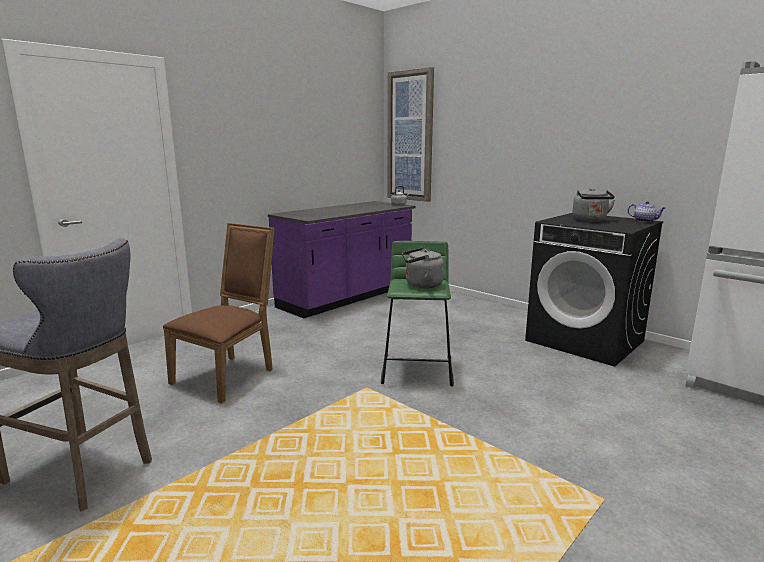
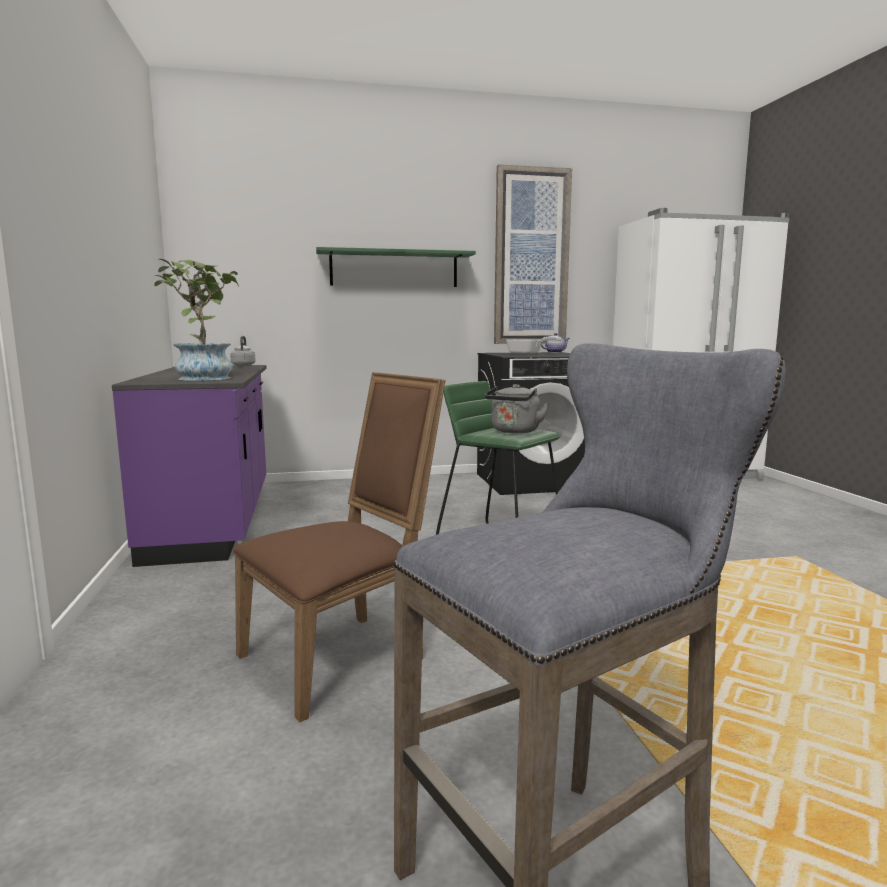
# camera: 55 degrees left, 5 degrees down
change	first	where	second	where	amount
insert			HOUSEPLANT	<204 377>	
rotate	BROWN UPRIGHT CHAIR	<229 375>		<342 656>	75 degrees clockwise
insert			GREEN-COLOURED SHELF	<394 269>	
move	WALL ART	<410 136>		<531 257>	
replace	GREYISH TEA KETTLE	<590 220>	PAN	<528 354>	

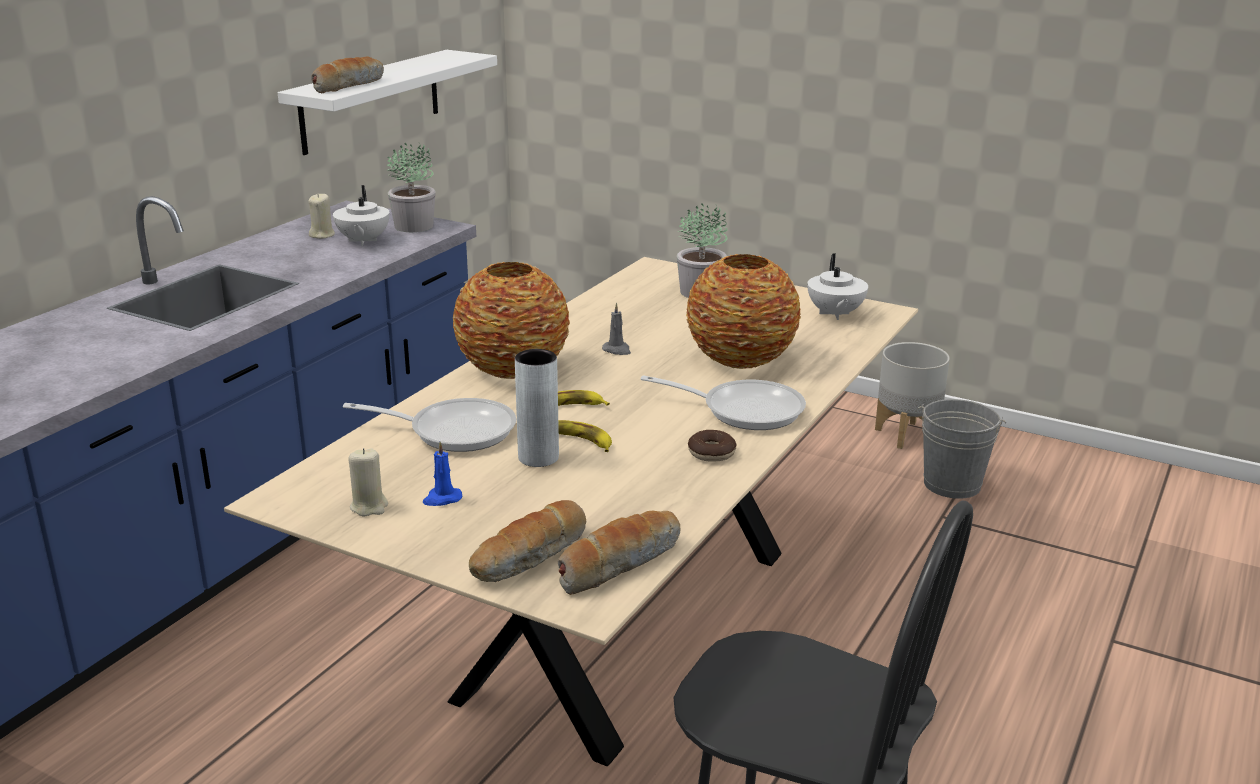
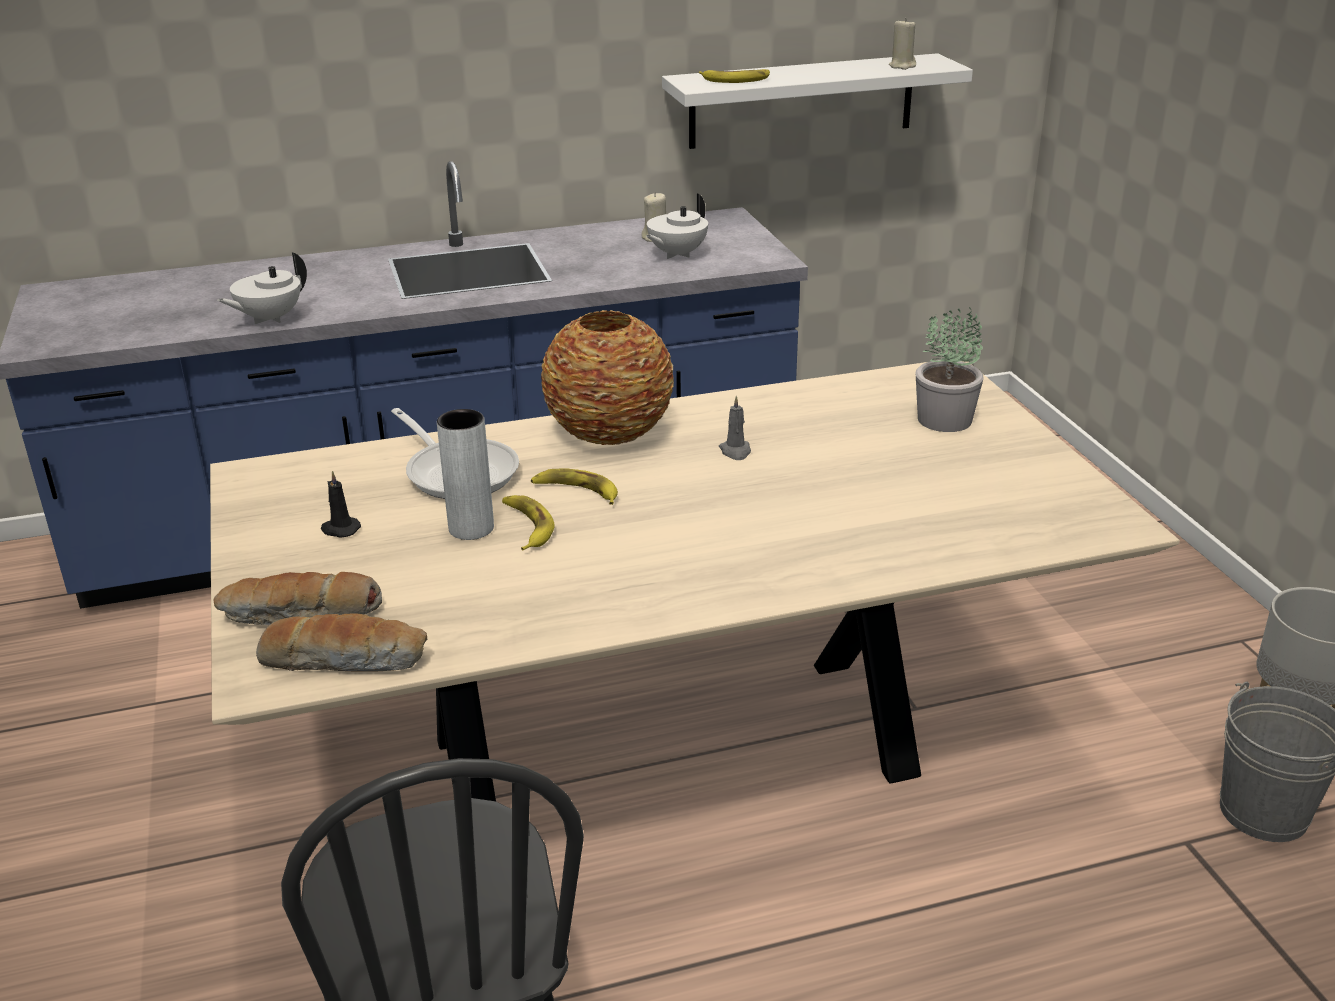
# camera: 45 degrees right, 5 degrees up
change	first	where	second	where	amount
move	WHITE-COLOURED TEAPOT	<834 314>		<269 318>	
recolor	BLUE-COLOURED CANDLE	<442 499>	BLACK CANDLE	<340 529>	
replace	BAKERY BREAD	<348 85>	BANANA	<736 80>	
move	BEIGE-COLOURED CANDLE	<369 506>		<902 66>	
delete	HOUSEPLANT	<414 226>			
delete	PAN	<744 410>			
delete	FLOWER VASE	<740 359>			
delete	RING DOUGHNUT	<711 453>			

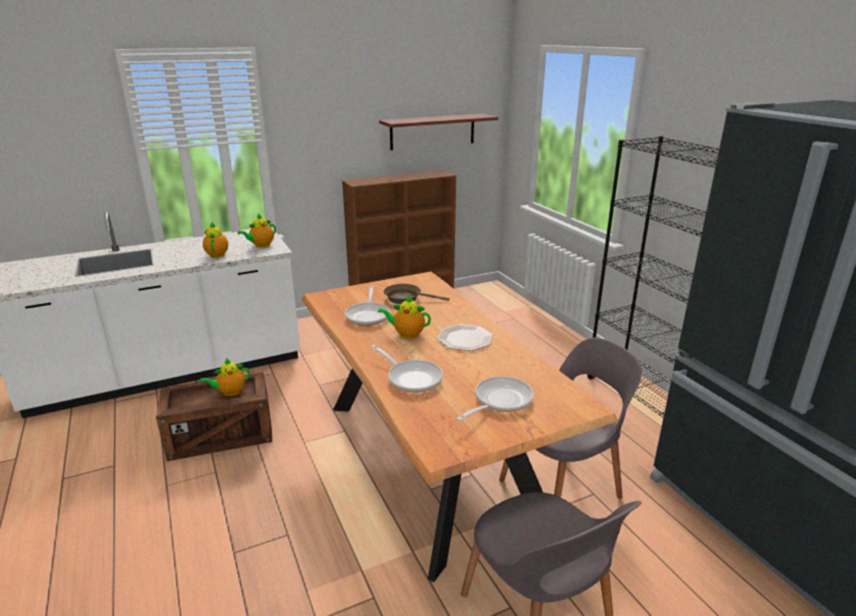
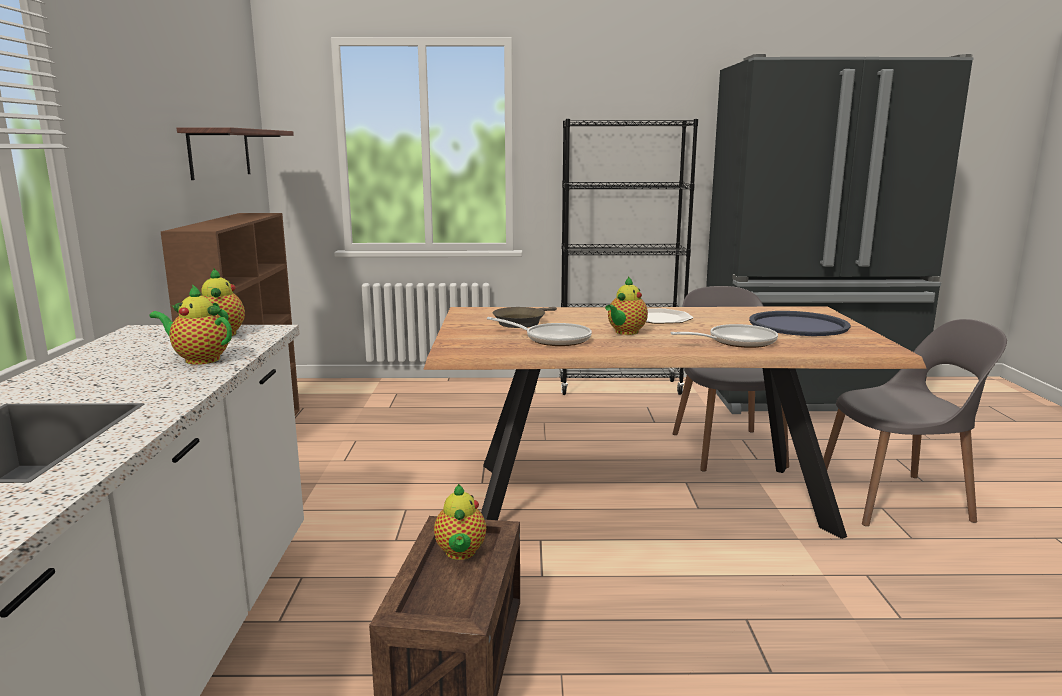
# camera: 65 degrees left, 10 degrees down
change	first	where	second	where	amount
replace	PAN	<499 401>	BLUE-COLOURED TRAY	<798 325>	

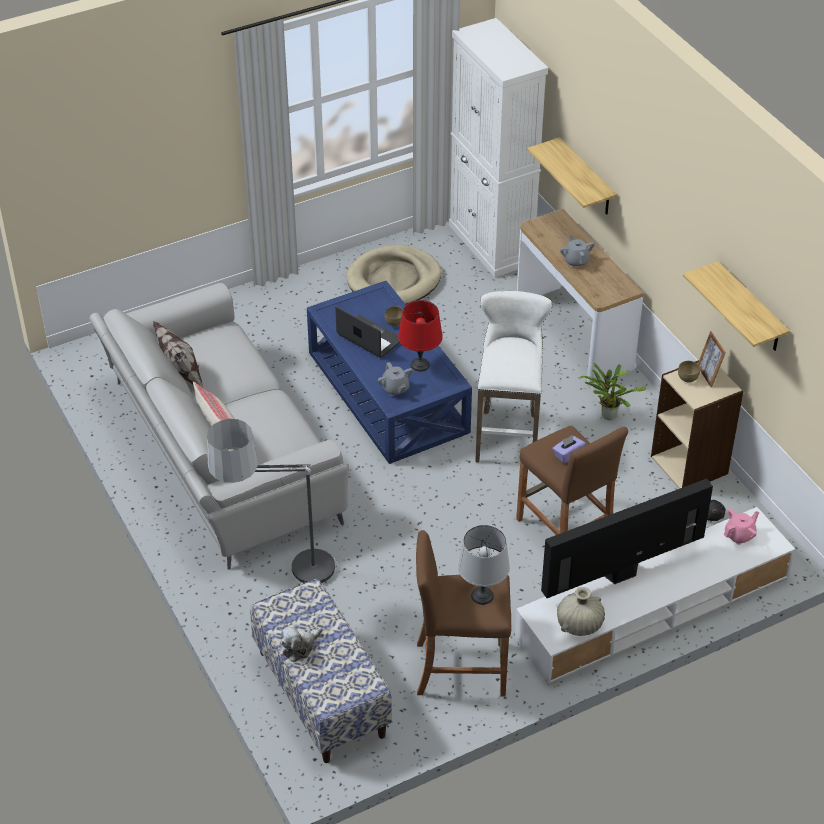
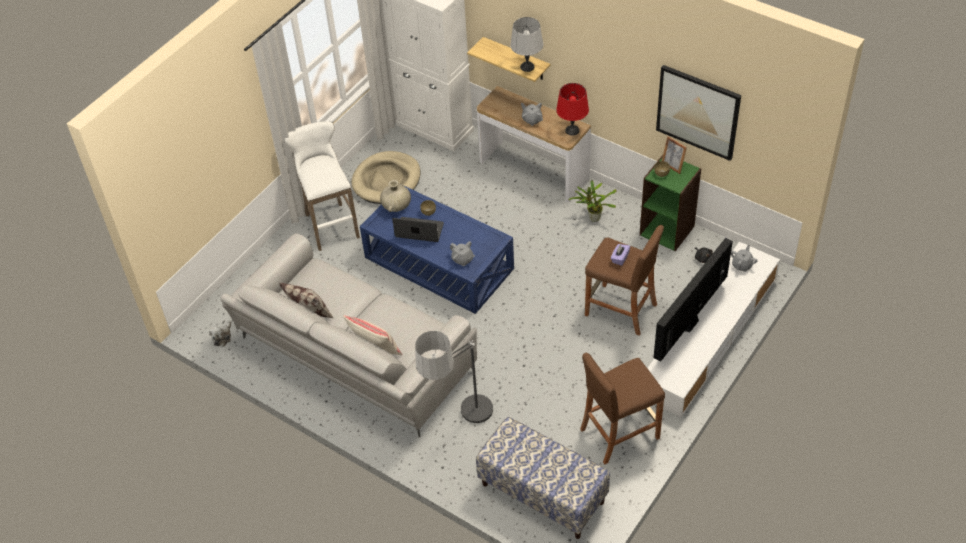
# camera: 25 degrees left, 5 degrees up
change	first	where	second	where	amount
move	PLUSH TOY	<300 647>		<222 337>	
move	WHITE-COLOURED SITTING STOOL	<507 434>		<330 224>	
move	BEIGE-COLOURED FLOWER VASE	<579 624>		<396 205>	
move	GREYISH TABLE LAMP	<481 595>		<527 67>	
move	RED-COLOURED TABLE LAMP	<420 365>		<572 130>	
recolor	BEIGE-COLOURED SHELVING UNIT	<690 465>	GREEN-COLOURED SHELVING UNIT	<667 230>	
replace	SHELF	<750 308>	WALL ART	<698 112>	
recolor	PINK-COLOURED TEAPOT	<739 535>	GREYISH TEAPOT	<742 265>	

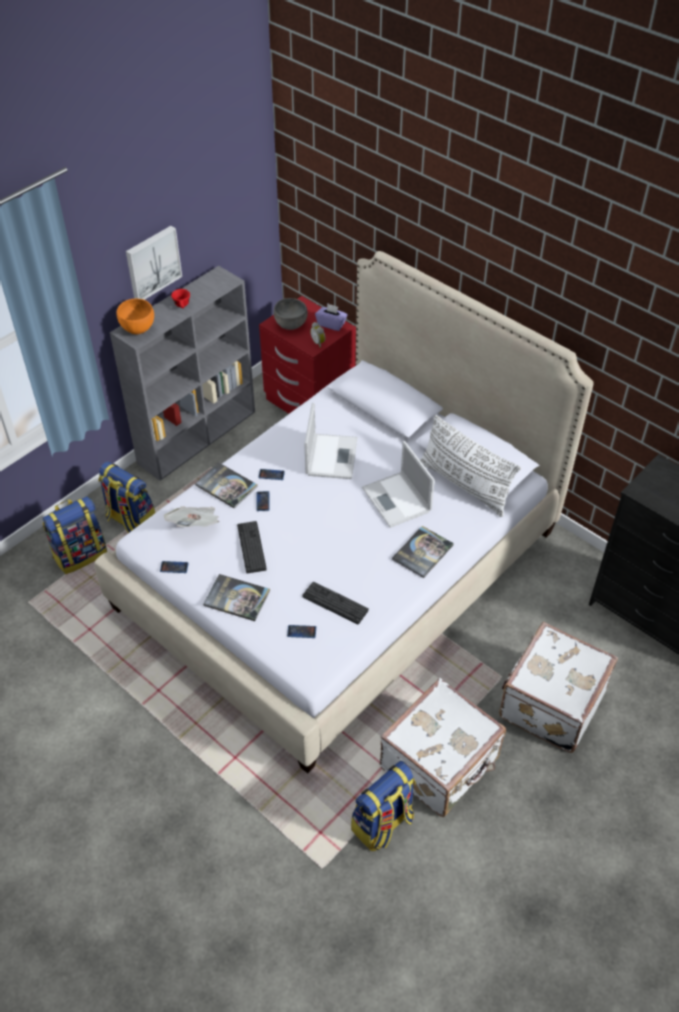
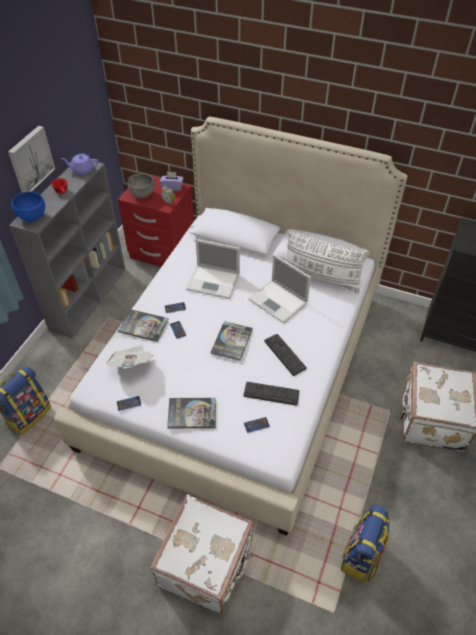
# camera: 20 degrees left, 0 degrees up
change	first	where	second	where	amount
recolor	ORANGEY BOWL	<138 329>	BLUE-COLOURED BOWL	<32 217>	
insert			PURPLE TEAPOT	<82 170>	
move	WHITE-COLOURED TRAVEL CASE	<441 764>		<207 564>	
rotate	PORTABLE COMPUTER	<331 456>		<214 281>	120 degrees clockwise
move	BOOK	<422 552>		<232 341>	
move	PC KEYBOARD	<251 547>		<285 354>	
delete	KNAPSACK	<130 520>			

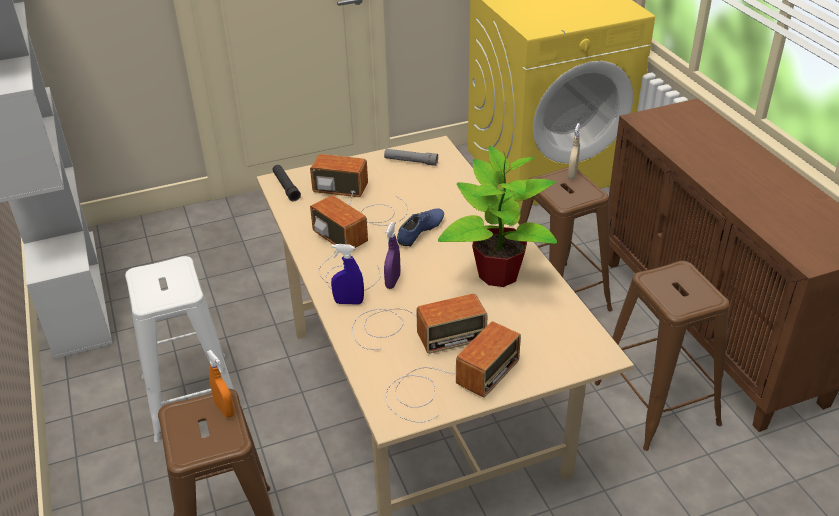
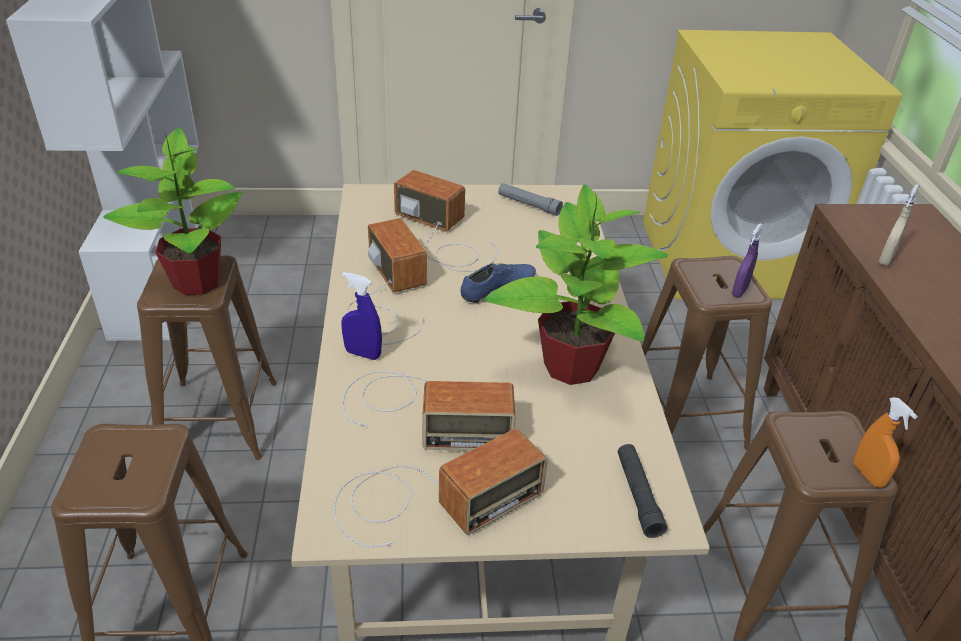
# camera: 15 degrees right, 0 degrees up
change	first	where	second	where	amount
insert			HOUSEPLANT	<196 281>	
recolor	WHITE-COLOURED SITTING STOOL	<191 397>	BROWN SITTING STOOL	<218 420>	
move	BLACK FLASHLIGHT	<286 187>		<638 495>	
move	PURPLE HAND SPRAYER	<393 282>		<739 291>	
move	ORANGEY HAND SPRAYER	<225 409>		<868 475>	
move	BEIGE-COLOURED HAND SPRAYER	<572 174>		<885 260>	

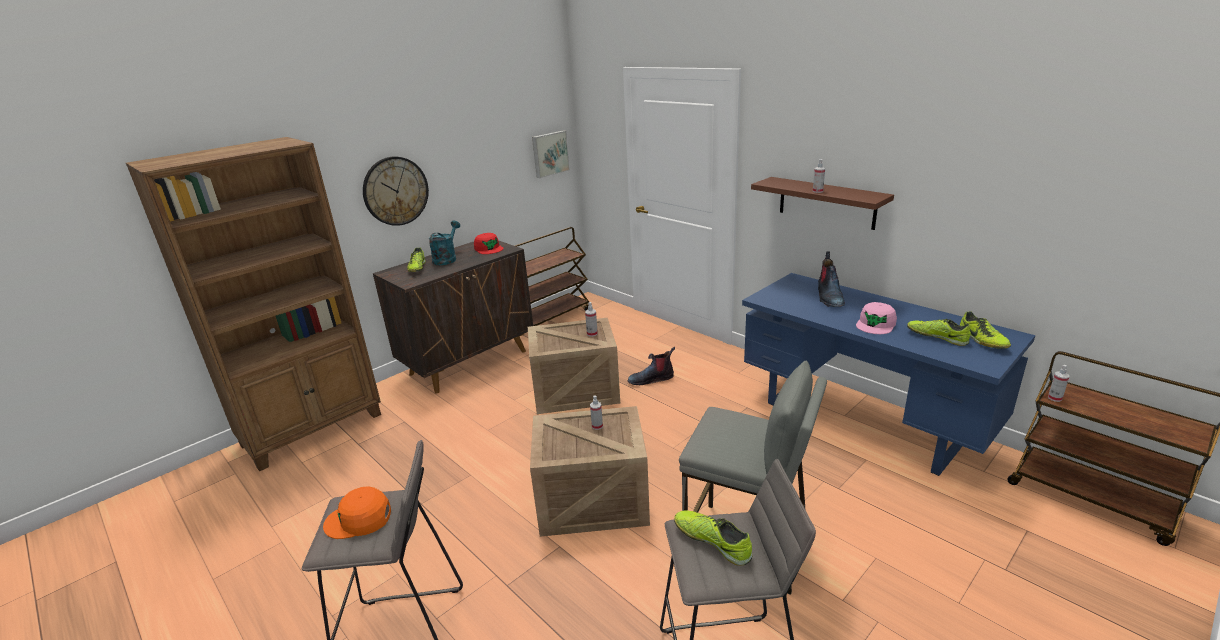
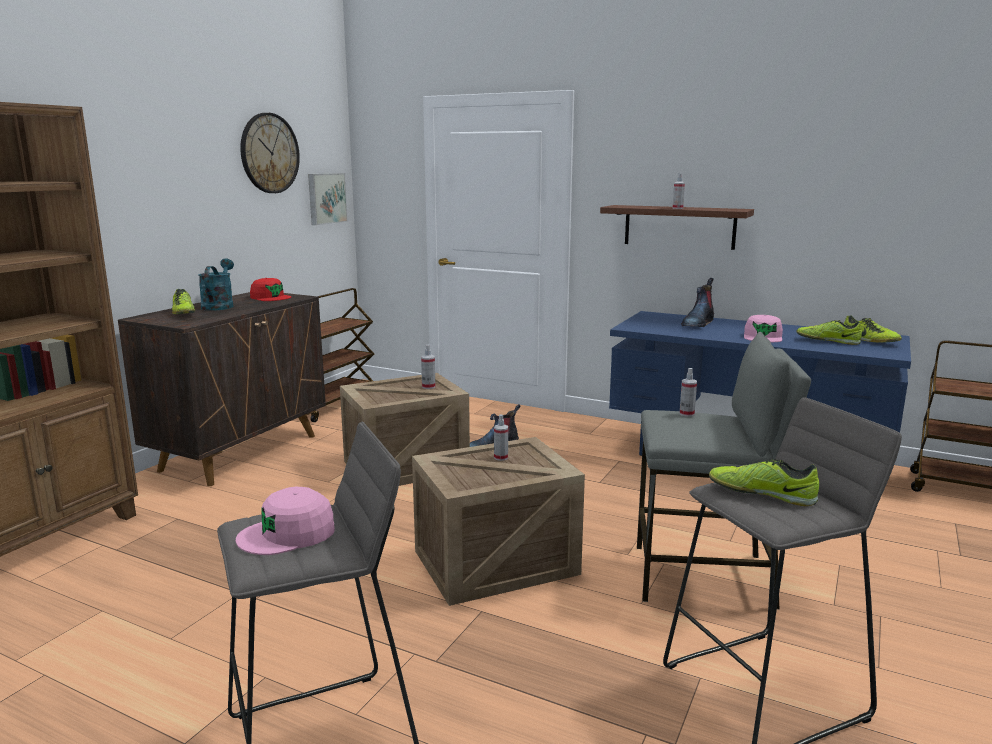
# camera: 20 degrees left, 10 degrees down
change	first	where	second	where	amount
recolor	ORANGEY PEAKED CAP	<359 519>	PINK-COLOURED PEAKED CAP	<288 534>	
move	CLOCK ON THE WALL	<395 191>		<269 153>	
move	HAND SPRAYER	<1054 398>		<686 414>	
rotate	BOOT	<829 297>		<697 323>	45 degrees clockwise

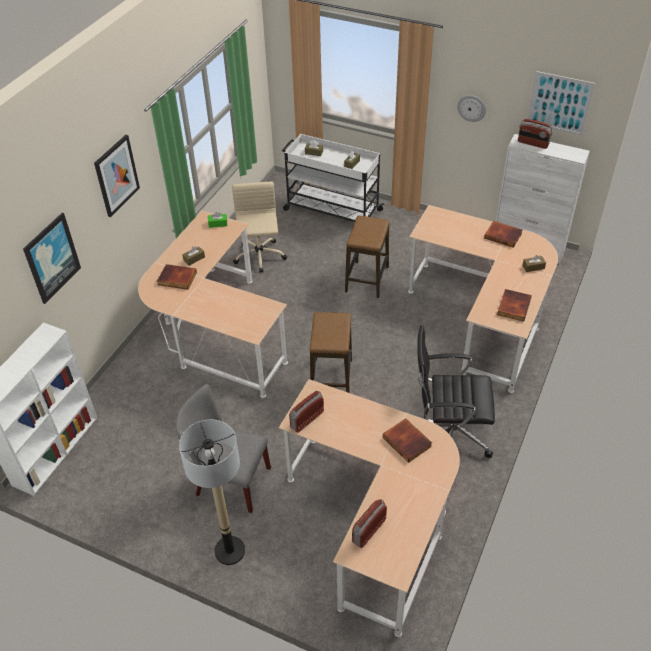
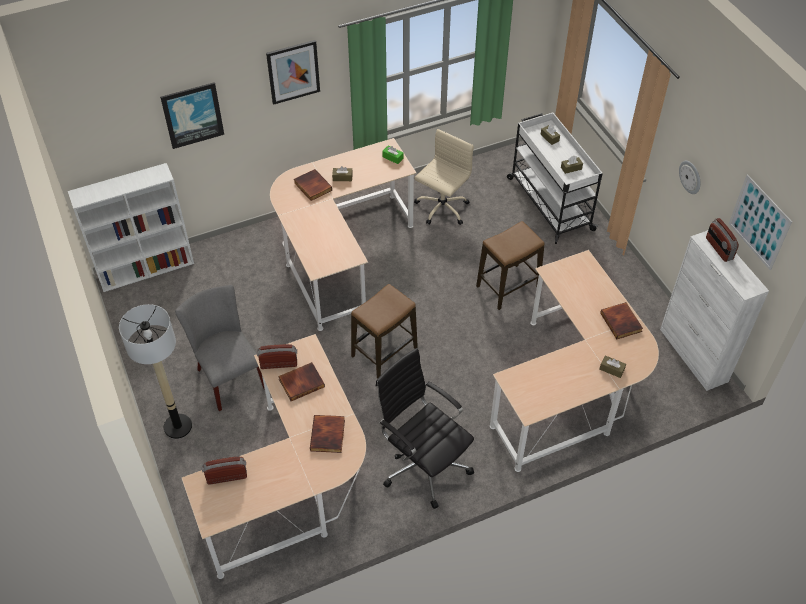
# camera: 40 degrees right, 5 degrees up
change	first	where	second	where	amount
move	BOOK	<513 306>		<301 382>	

